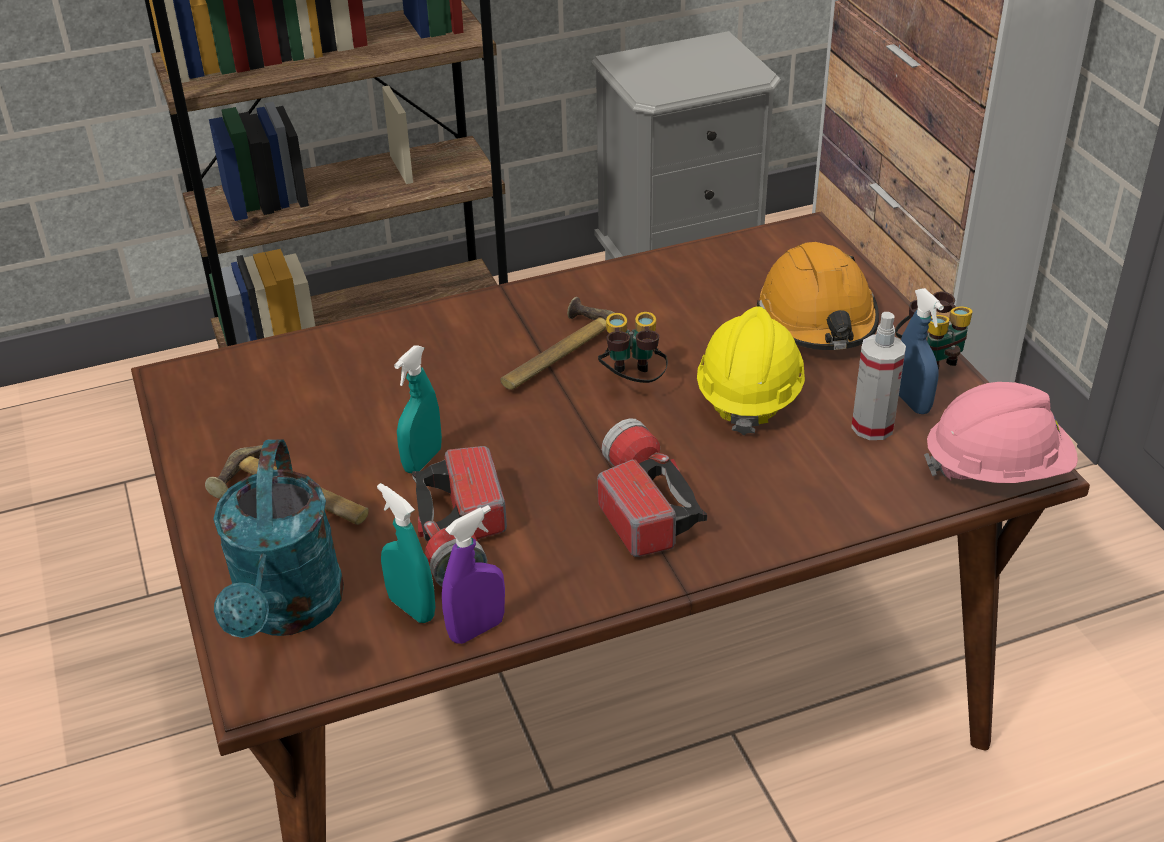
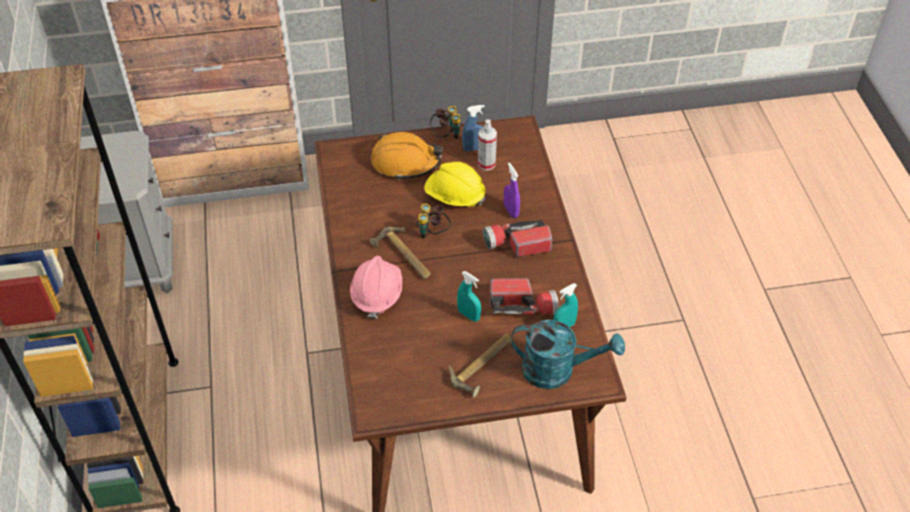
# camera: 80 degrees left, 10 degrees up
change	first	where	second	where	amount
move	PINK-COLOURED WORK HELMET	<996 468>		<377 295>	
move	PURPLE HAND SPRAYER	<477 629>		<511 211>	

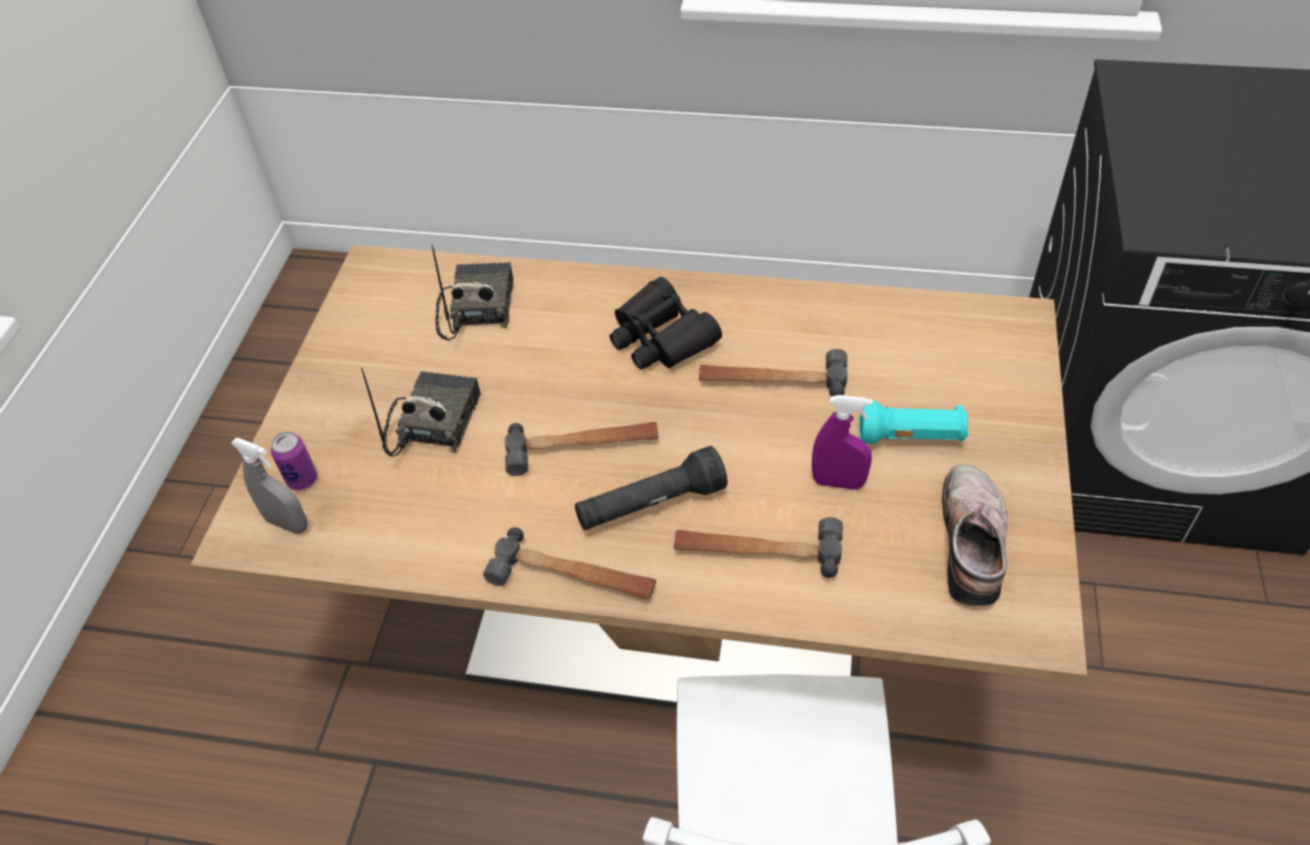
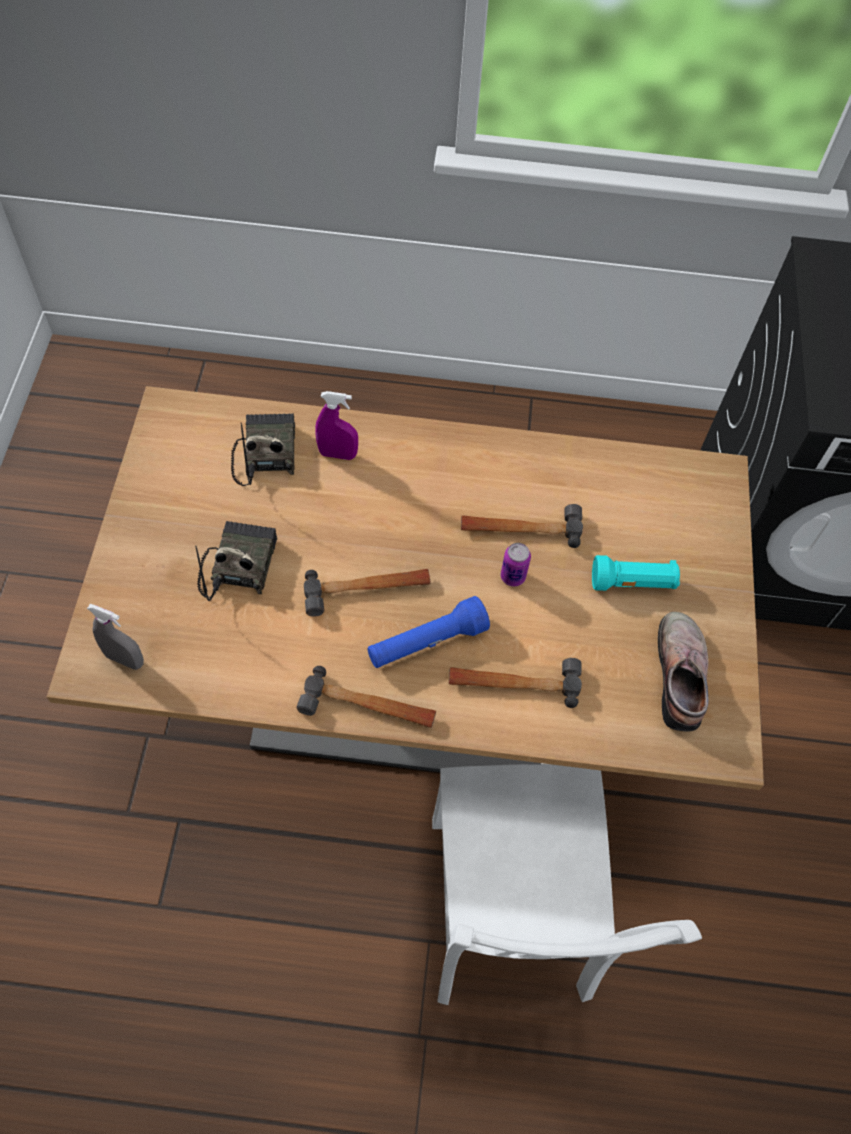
# camera: 10 degrees left, 10 degrees up
change	first	where	second	where	amount
move	PURPLE HAND SPRAYER	<838 482>		<337 454>	
recolor	BLACK FLASHLIGHT	<651 504>	BLUE-COLOURED FLASHLIGHT	<426 642>	
move	SEALED CAN	<302 479>		<512 576>	
delete	BLACK FIELD GLASSES	<661 338>			

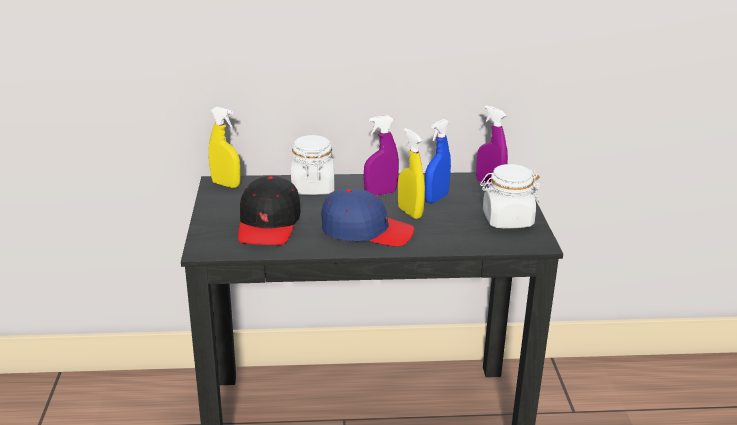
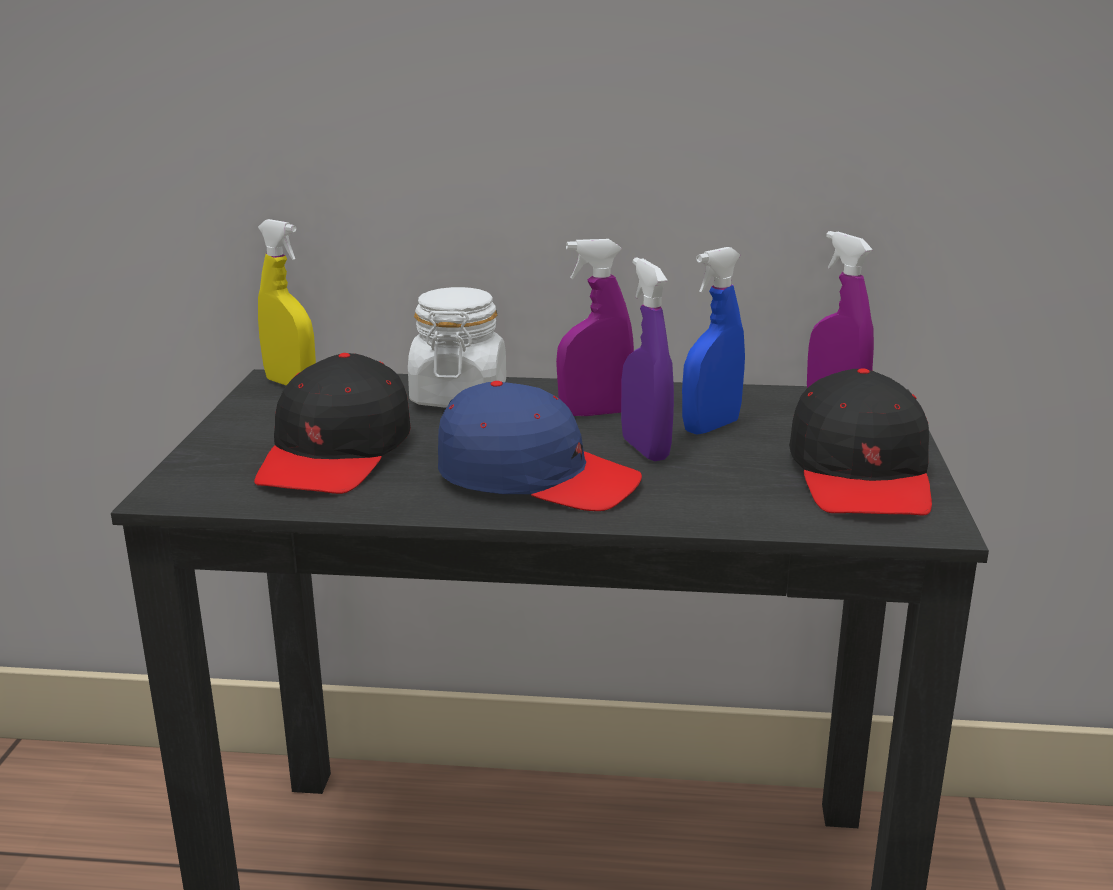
# camera: 10 degrees right, 5 degrees down
change	first	where	second	where	amount
recolor	YELLOWISH HAND SPRAYER	<410 212>	PURPLE HAND SPRAYER	<645 449>	
replace	WHITE-COLOURED JAR	<507 220>	BLACK PEAKED CAP	<861 474>	

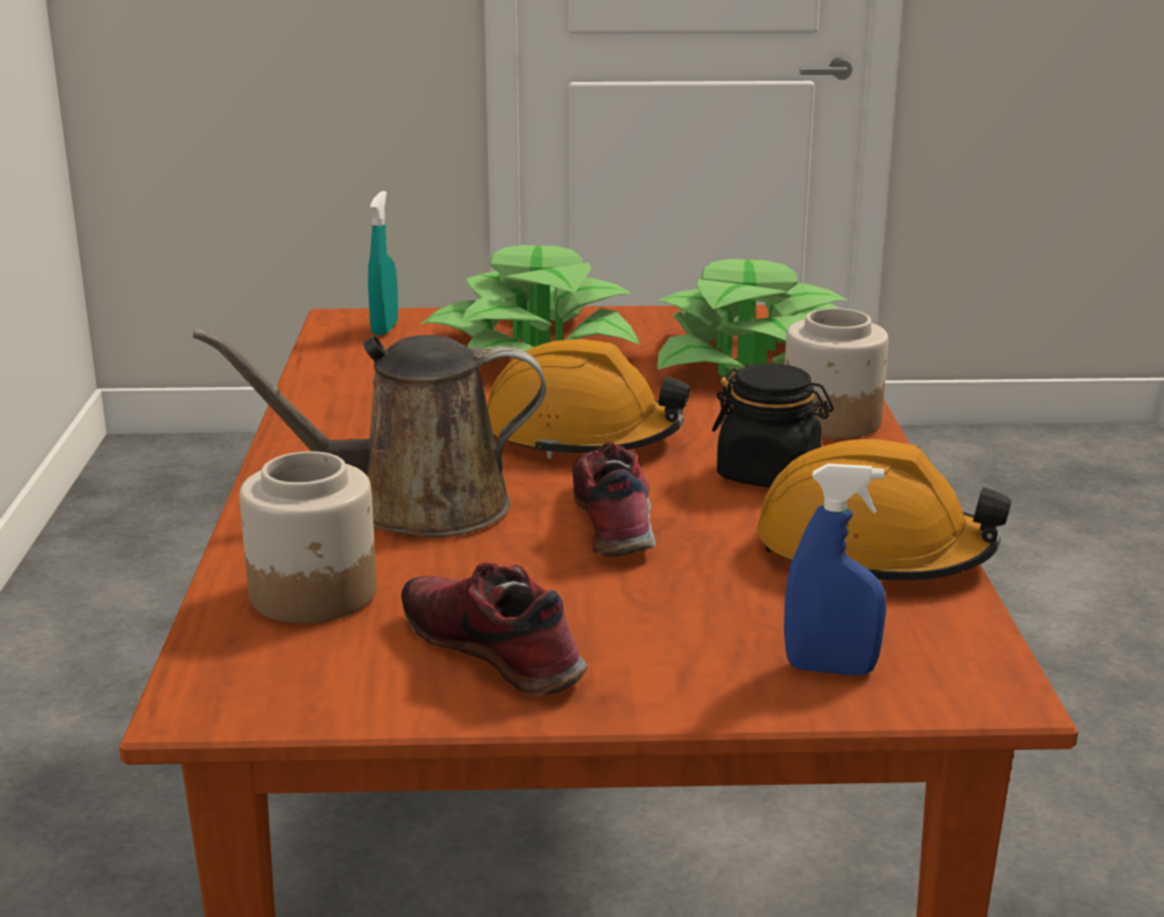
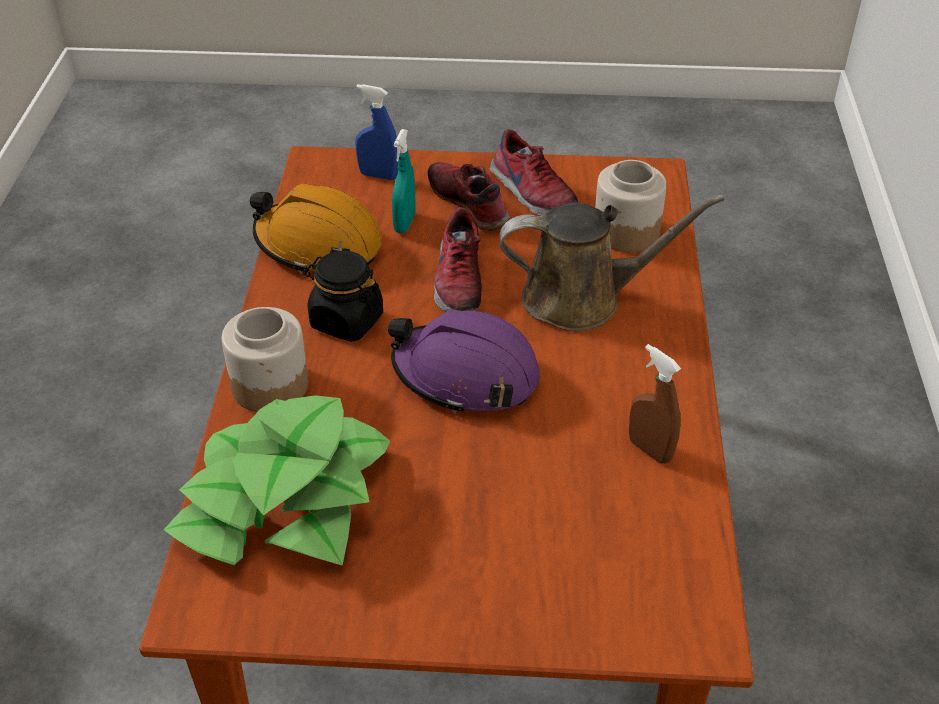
# camera: 175 degrees left, 20 degrees up
change	first	where	second	where	amount
recolor	ORANGEY WORK HELMET	<582 436>	PURPLE WORK HELMET	<465 375>	
move	TURQUOISE HAND SPRAYER	<385 328>		<404 223>	
insert			ITEM OF FOOTWEAR	<470 203>	
insert			BROWN HAND SPRAYER	<650 450>	
delete	HOUSEPLANT	<532 345>			

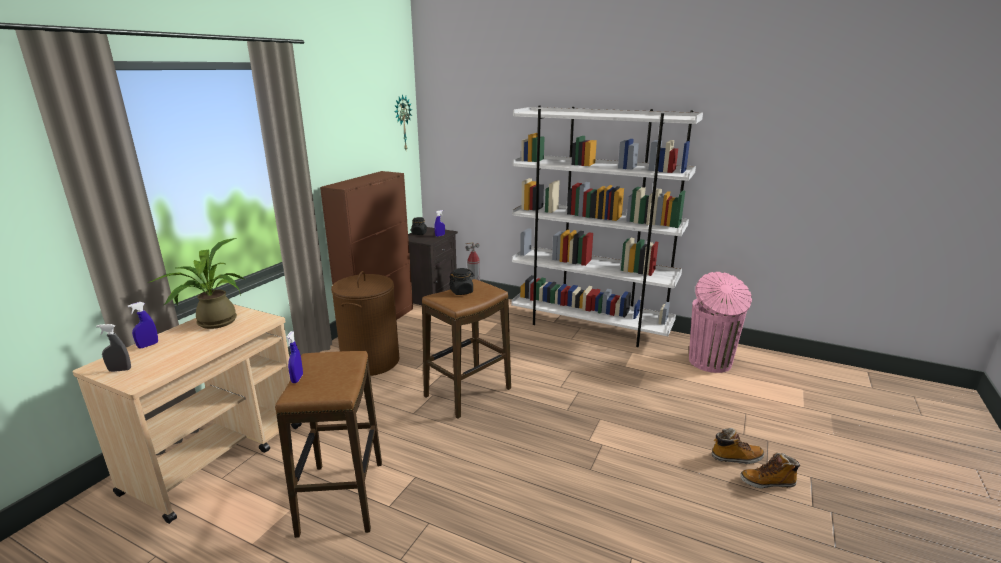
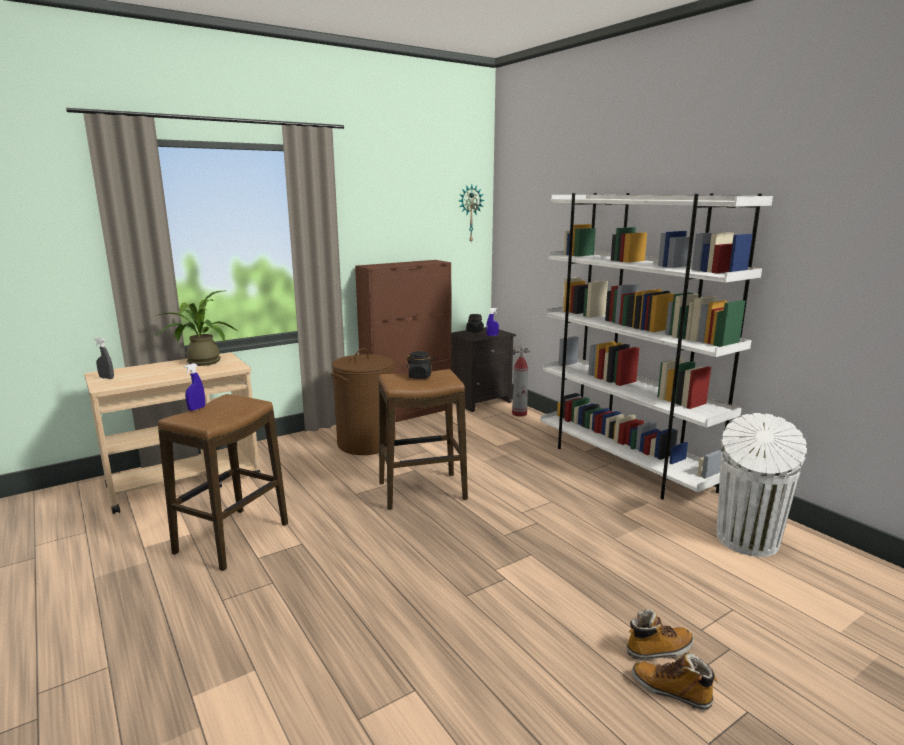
# camera: 30 degrees right, 5 degrees down
change	first	where	second	where	amount
rotate	BOOT	<736 458>		<658 650>	45 degrees counterclockwise
recolor	PINK-COLOURED TRASH CAN	<710 362>	WHITE-COLOURED TRASH CAN	<747 541>	
delete	BLUE-COLOURED HAND SPRAYER	<148 345>			

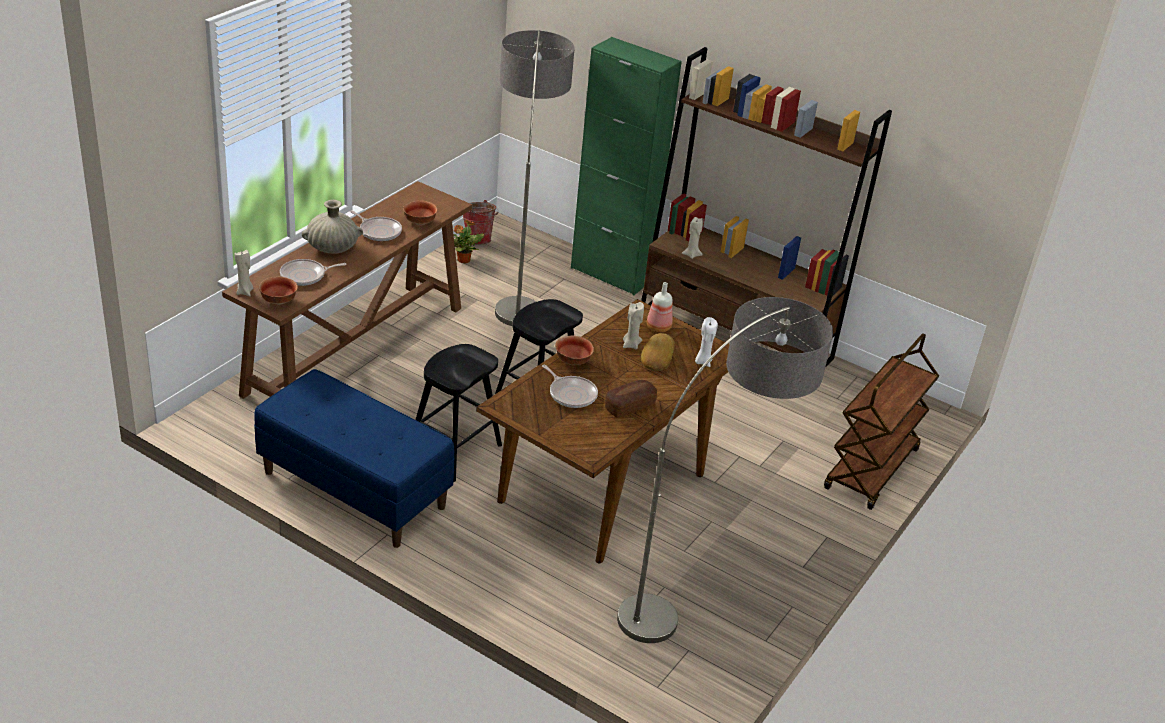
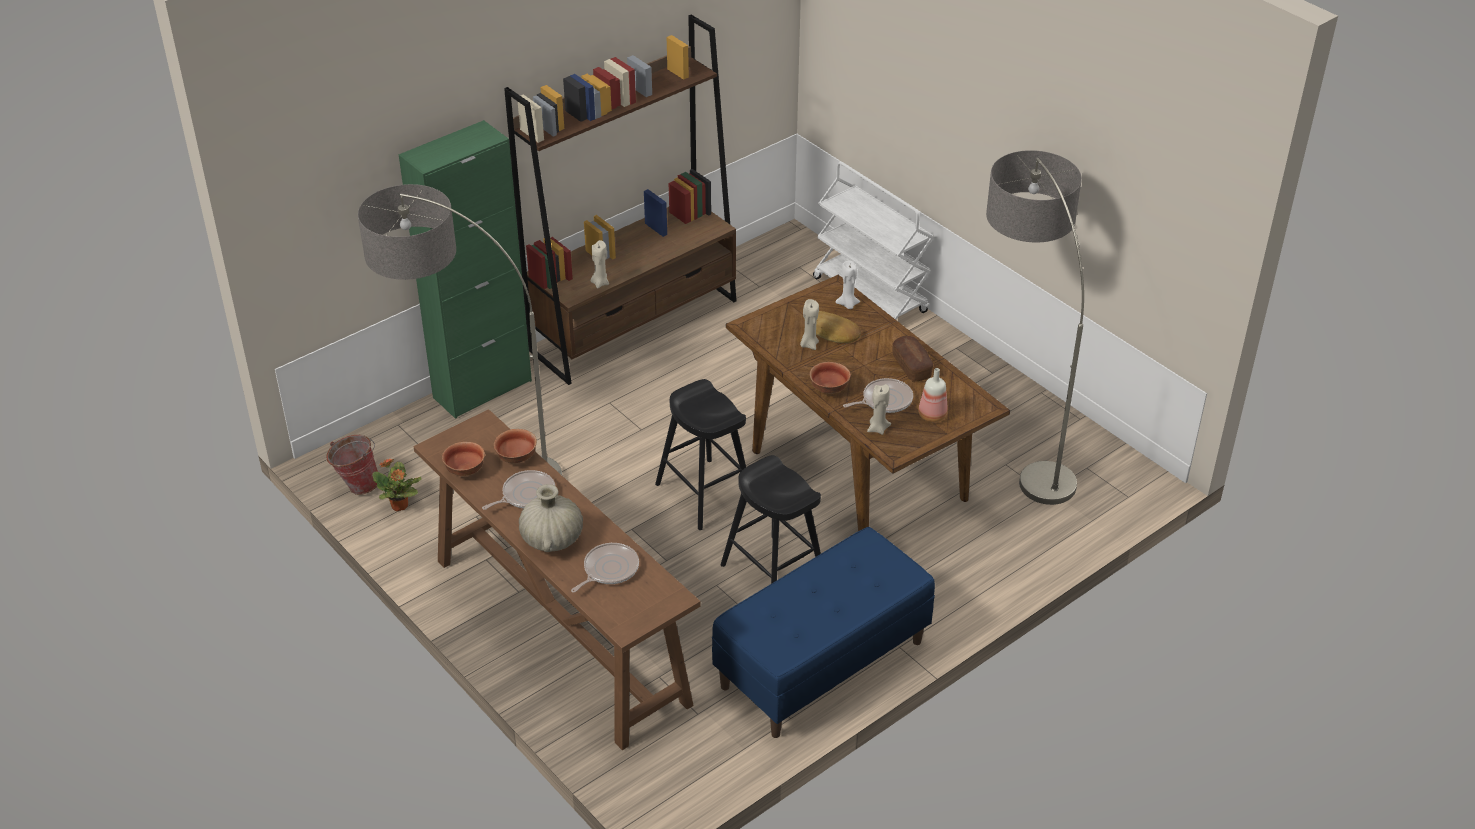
# camera: 70 degrees left, 5 degrees up
change	first	where	second	where	amount
move	BOWL	<279 301>		<464 470>	
rotate	PAN	<305 276>		<608 569>	135 degrees counterclockwise
recolor	BROWN WHEELED CART	<872 470>	WHITE-COLOURED WHEELED CART	<871 295>	
move	BEIGE-COLOURED CANDLE	<245 292>		<878 428>	
move	DRINK BOTTLE	<658 327>		<932 416>	

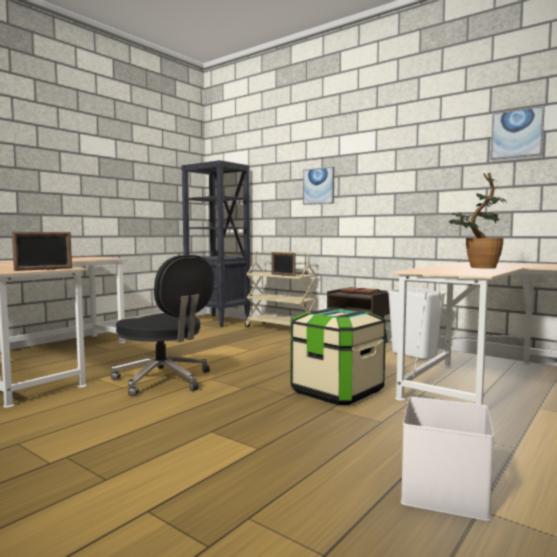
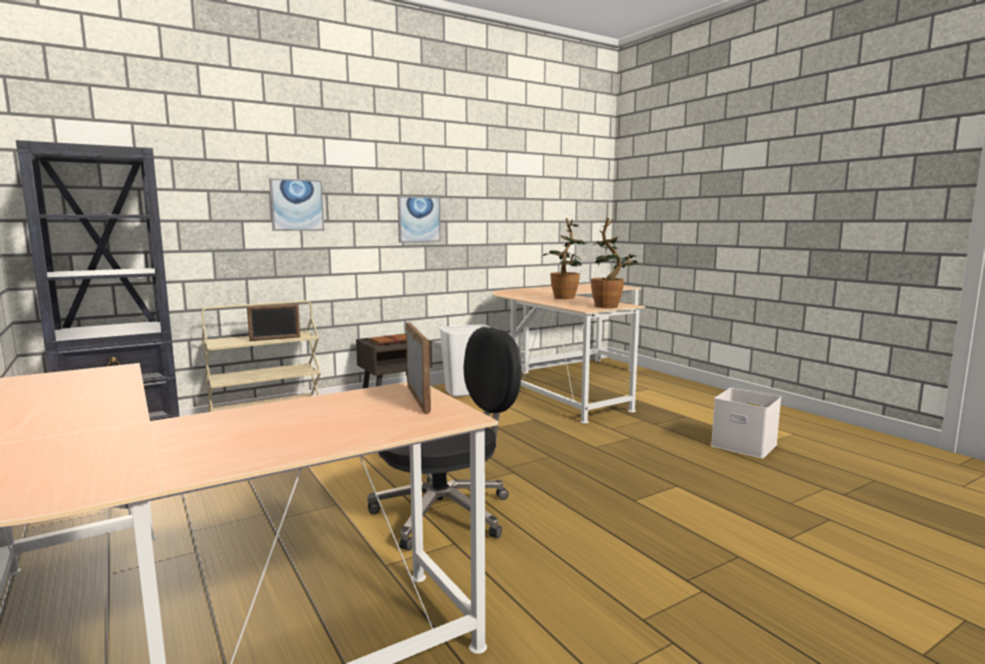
# camera: 70 degrees left, 5 degrees up
change	first	where	second	where	amount
move	WALL ART	<517 134>		<418 219>	
insert			HOUSEPLANT	<611 306>	
delete	STORAGE BOX	<336 391>			

